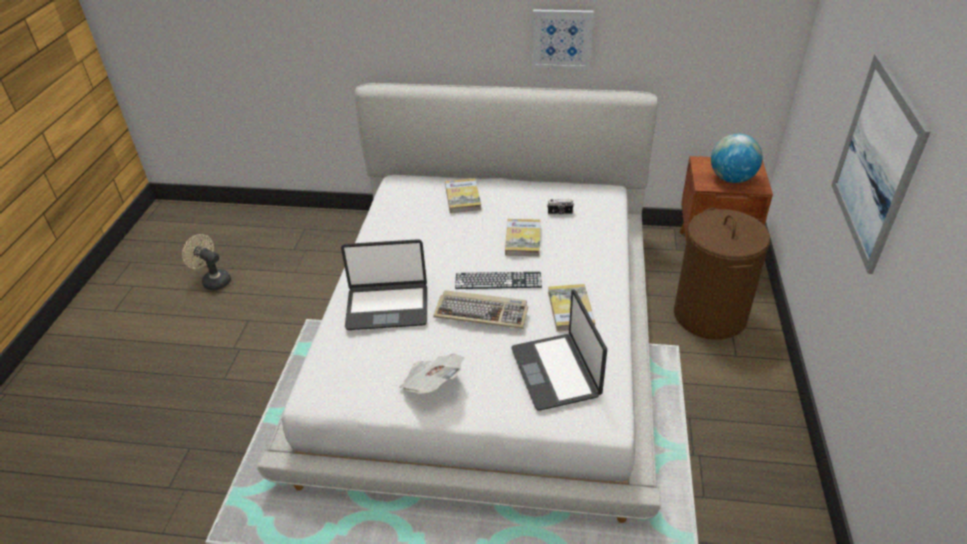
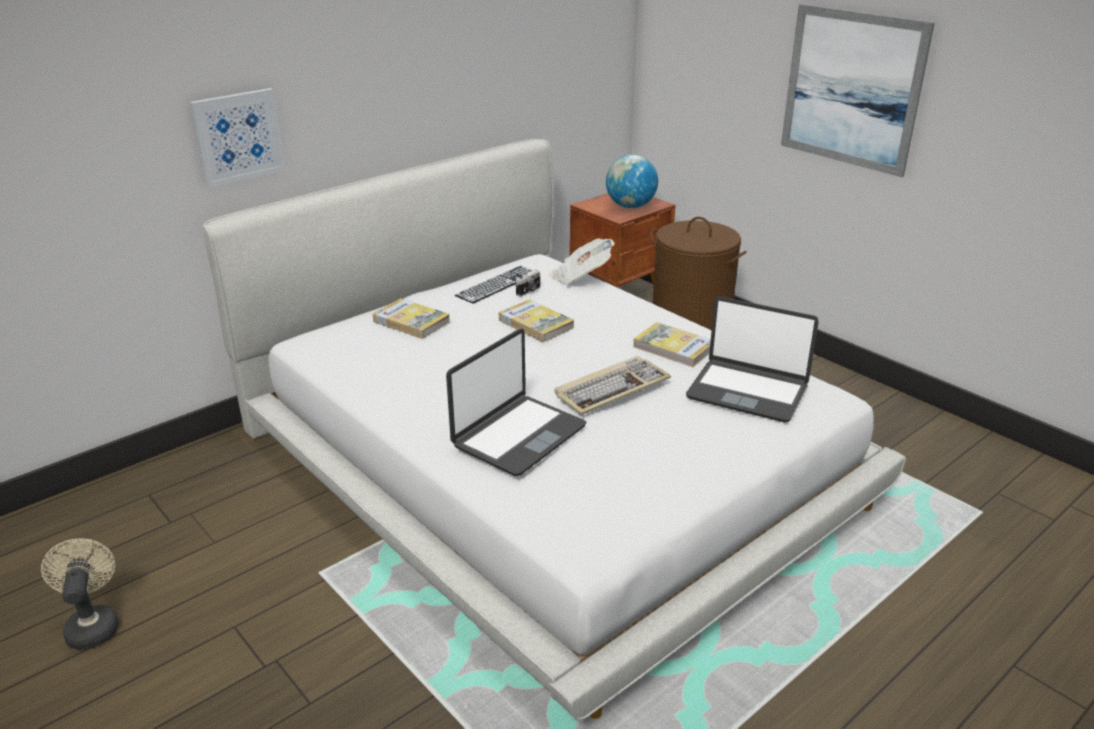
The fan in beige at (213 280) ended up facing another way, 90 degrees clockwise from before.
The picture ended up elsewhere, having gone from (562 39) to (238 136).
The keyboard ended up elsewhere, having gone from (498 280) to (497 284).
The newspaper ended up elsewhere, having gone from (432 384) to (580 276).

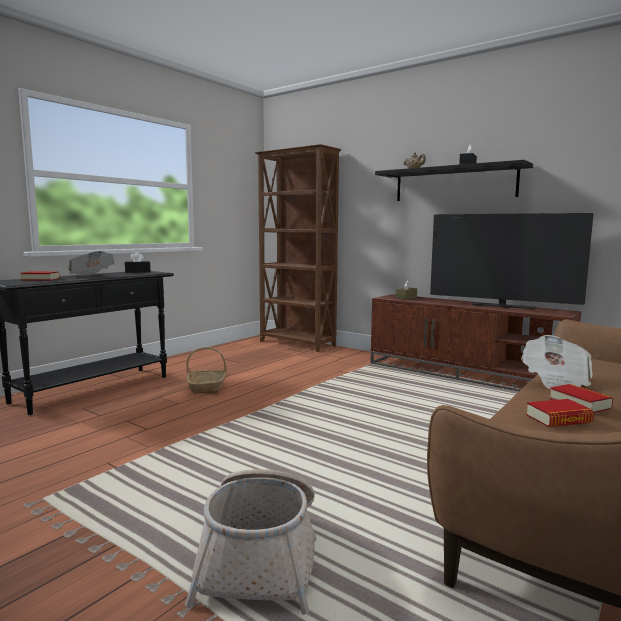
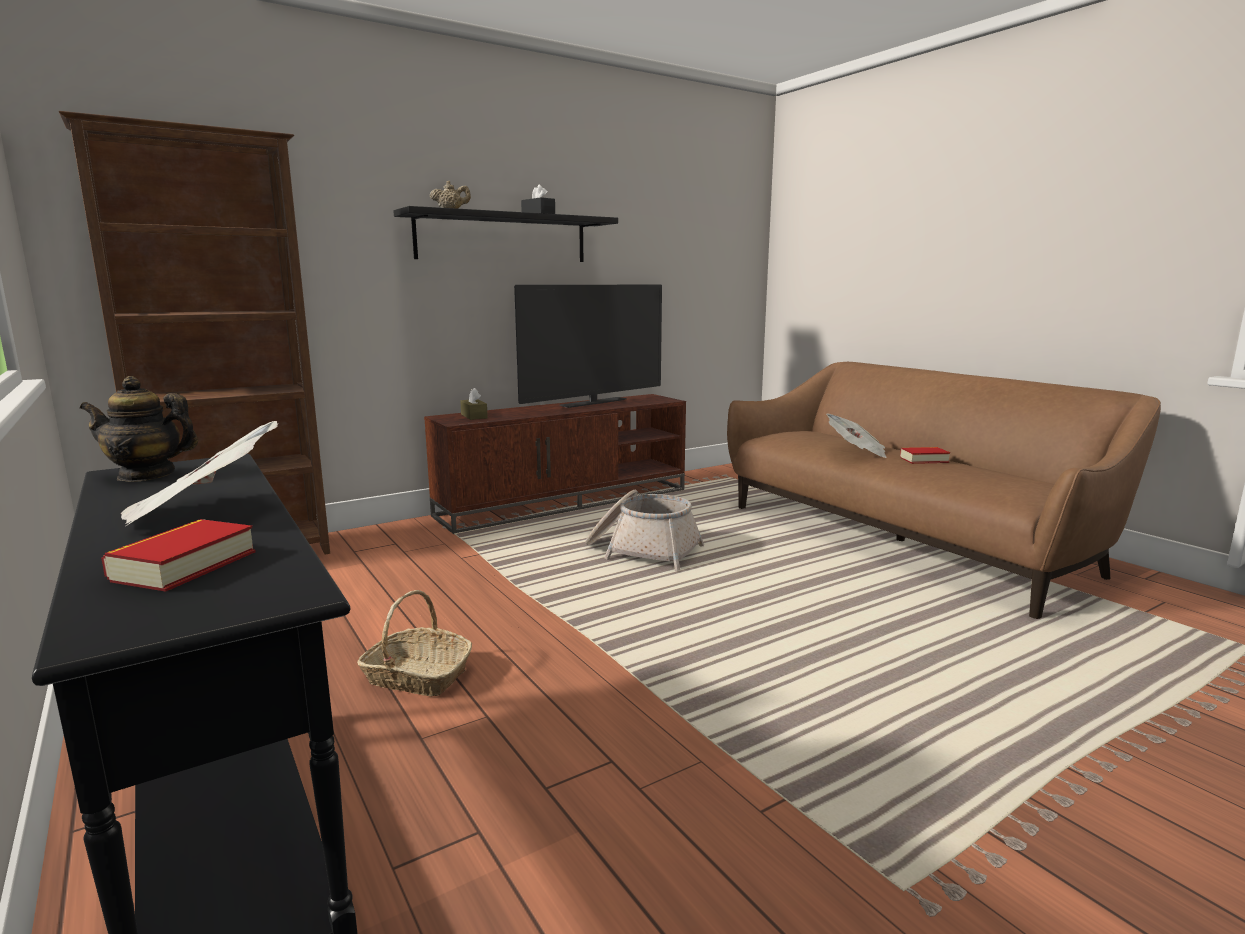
Where the tissue box in black stood at (137 272), the teapot came to stand at (147 475).
The basket ended up elsewhere, having gone from (261 556) to (642 550).
The second view lost the book at (558 419).

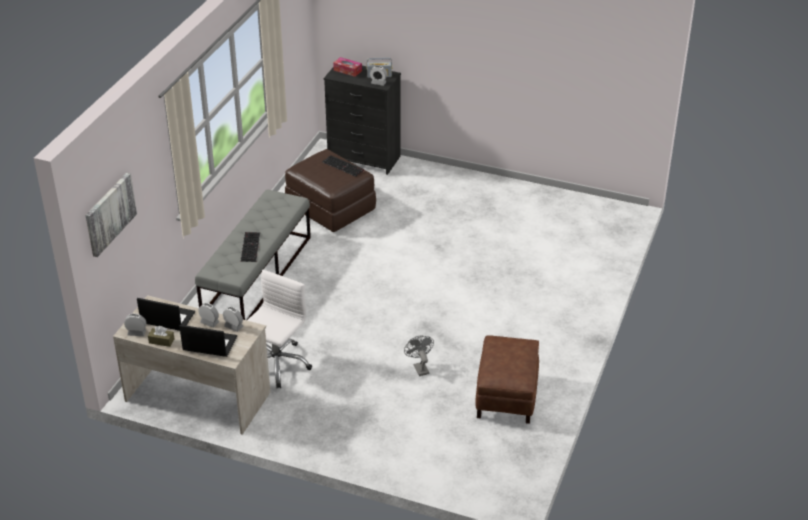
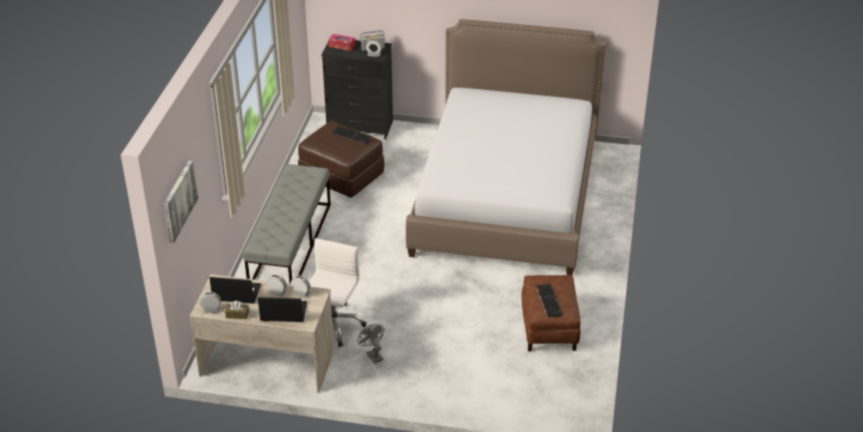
The fan in grey ended up elsewhere, having gone from (419 367) to (373 355).
The second view gained the bed at (506 197).
The keyboard ended up elsewhere, having gone from (249 246) to (548 300).

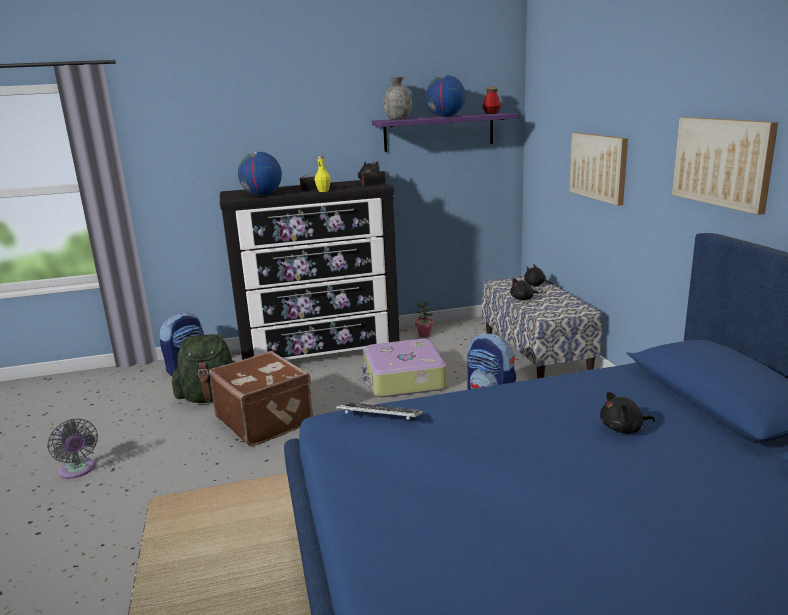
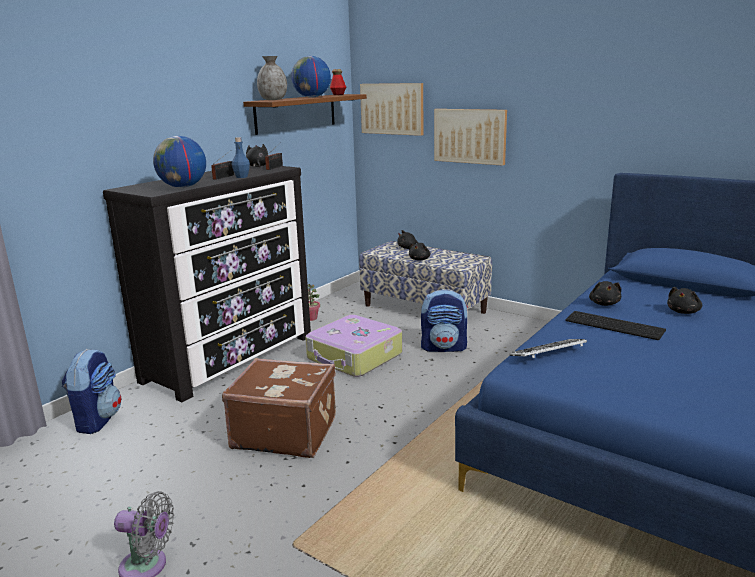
What was the bottle in yellow at (323 191) turned into the bottle in blue at (241 177).
What was the shelf in purple at (439 132) turned into the shelf in brown at (296 113).
The picture ended up elsewhere, having gone from (722 162) to (392 108).
The second view gained the keyboard at (615 325).
The second view gained the plush toy in black at (604 303).
The second view lost the backpack in green at (211 397).

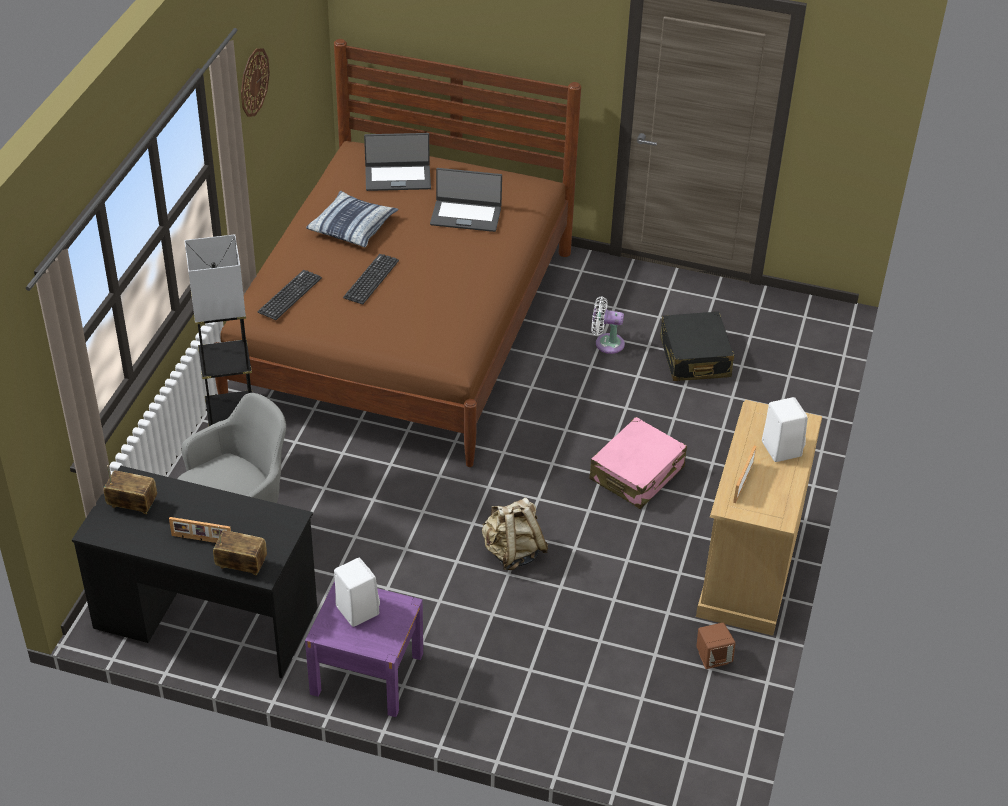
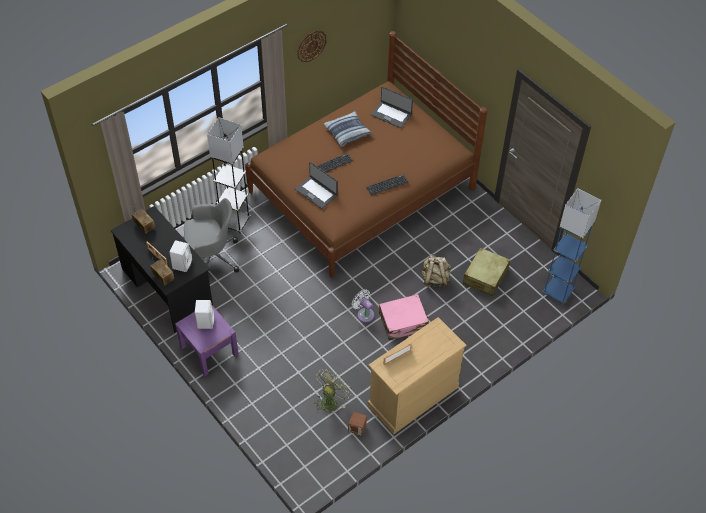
The speaker in white ended up elsewhere, having gone from (780 448) to (182 263).
The laptop ended up elsewhere, having gone from (466 215) to (316 192).
The second view gained the fan in green at (330 400).
The fan in white ended up elsewhere, having gone from (606 343) to (364 313).
The keyboard ended up elsewhere, having gone from (290 295) to (387 185).
The backpack in beige ended up elsewhere, having gone from (513 553) to (435 279).
What was the suitcase in black at (694 358) turned into the suitcase in beige at (485 277).
The second view gained the floor lamp in blue at (558 292).

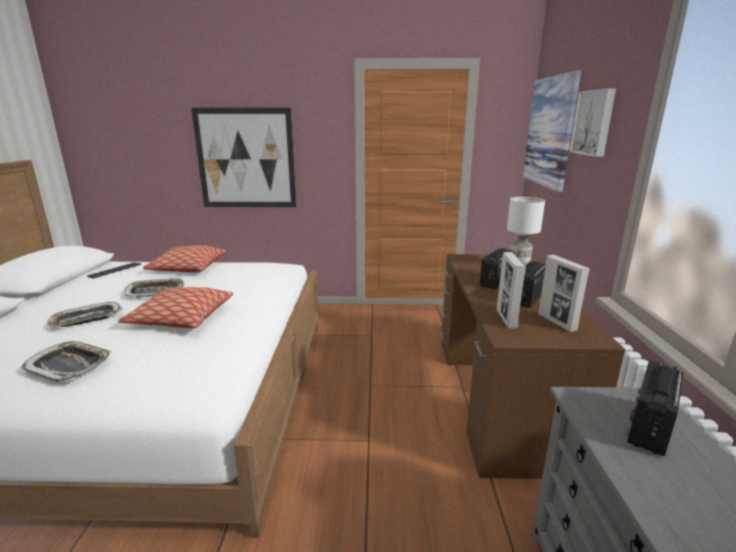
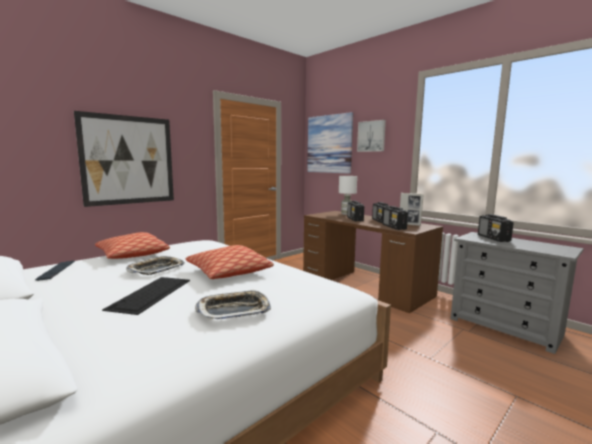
Where the tray stood at (86 319), the keyboard came to stand at (150 294).
Where the picture frame stood at (506 319), the radio came to stand at (394 227).

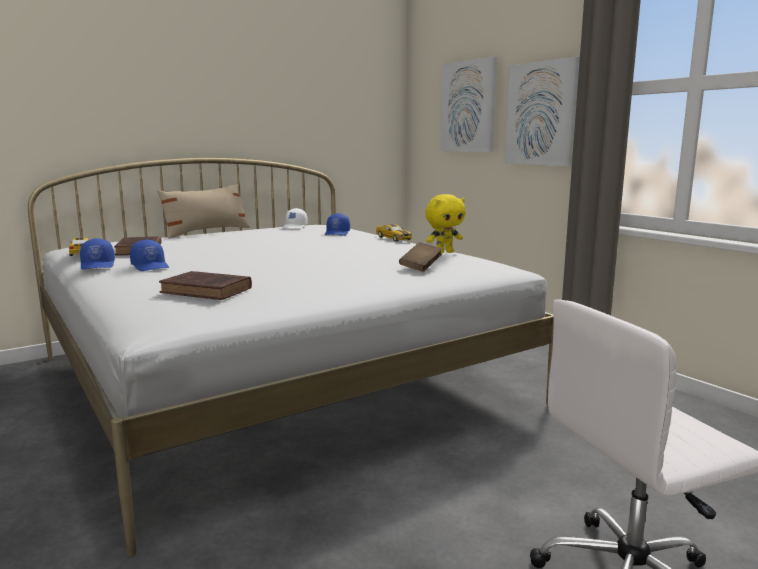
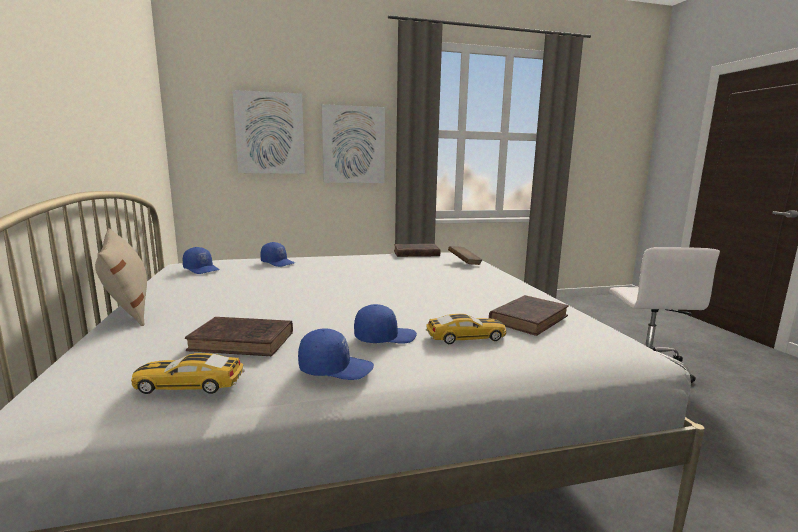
What was the cap in white at (295 227) turned into the cap in blue at (202 269).
Where the plush toy in yellow stood at (444 252), the book in brown came to stand at (415 253).
The toy car ended up elsewhere, having gone from (394 238) to (466 337).

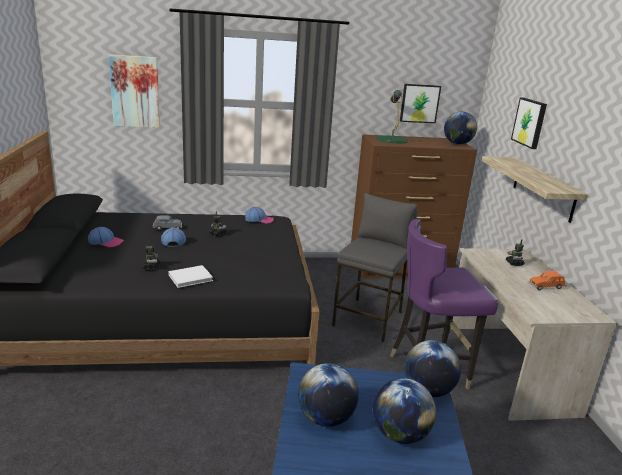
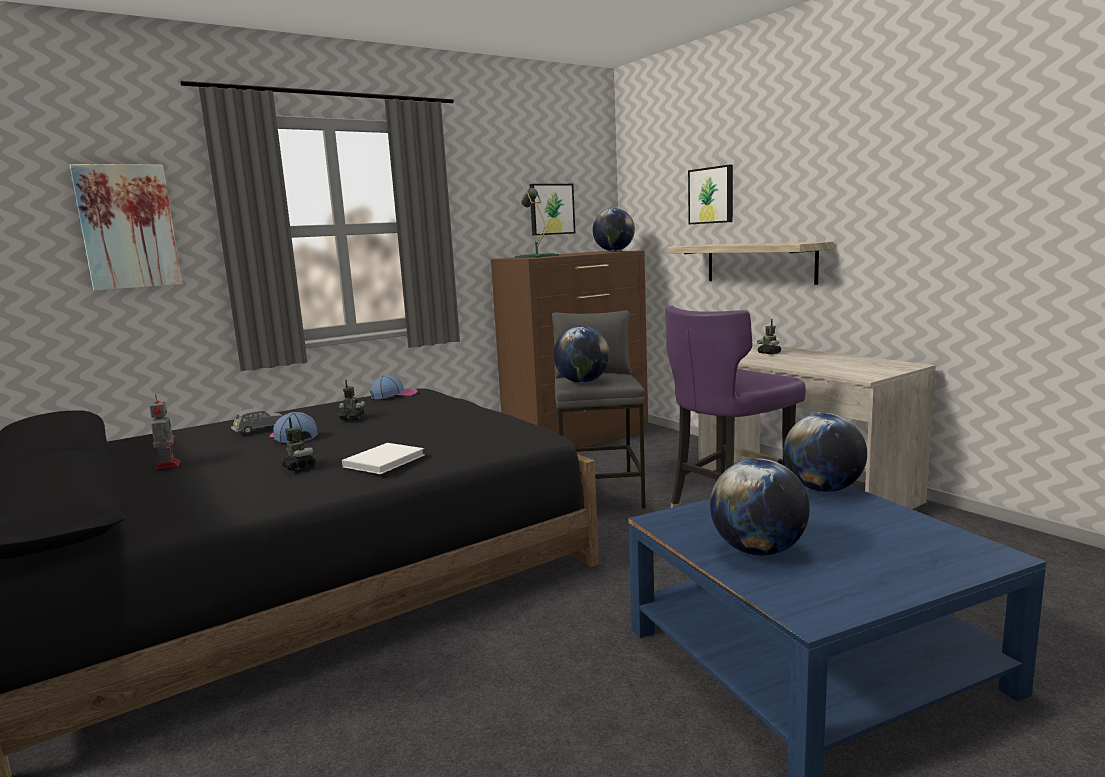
Where the cap stood at (106 242), the toy robot came to stand at (168 465).
The globe ended up elsewhere, having gone from (400 434) to (582 382).
The second view lost the toy car in orange at (546 287).

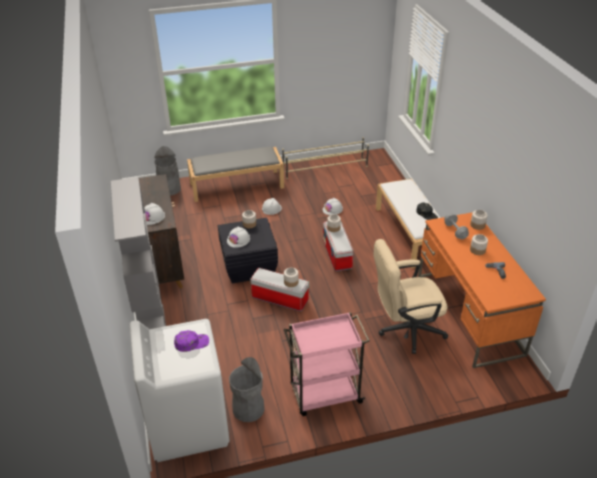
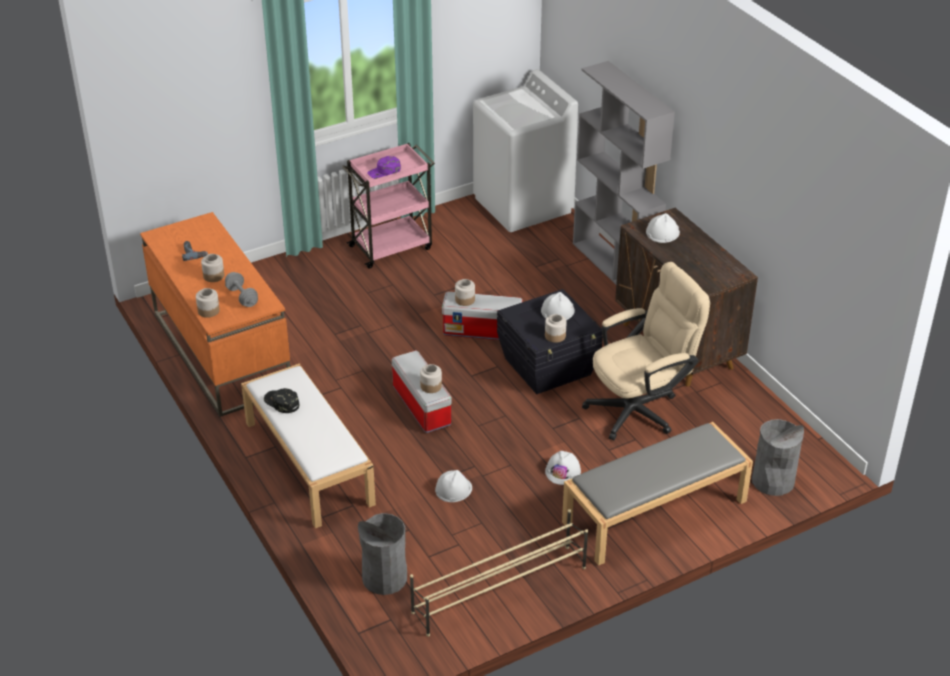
The trash can in grey ended up elsewhere, having gone from (248 408) to (384 577).
The cap in purple ended up elsewhere, having gone from (192 342) to (384 171).
The office chair in beige ended up elsewhere, having gone from (405 330) to (641 408).

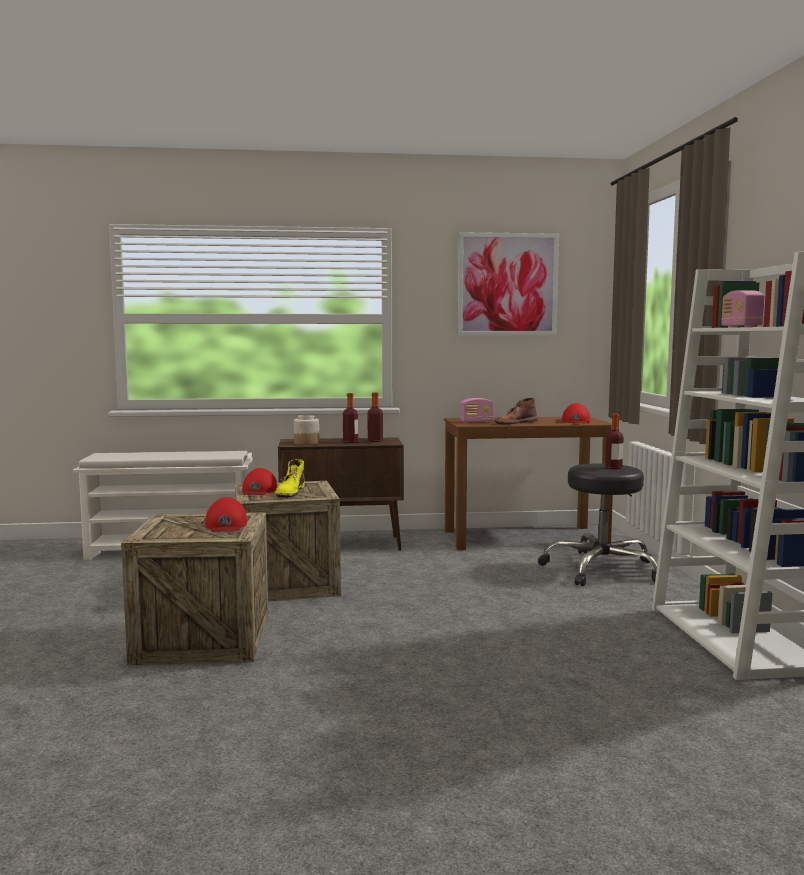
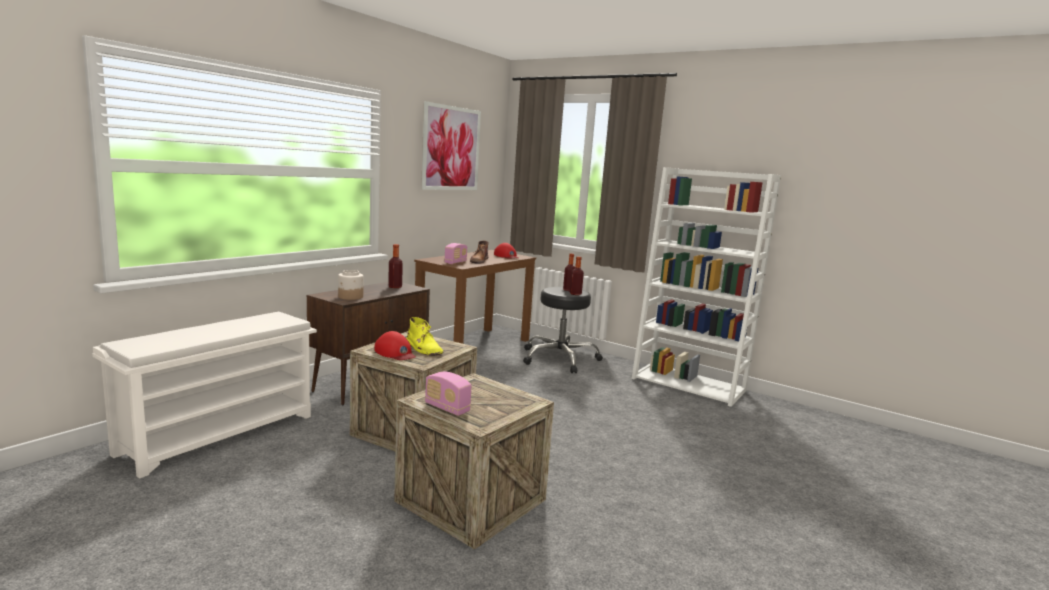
The radio ended up elsewhere, having gone from (741 327) to (447 408).
The bottle ended up elsewhere, having gone from (350 442) to (575 294).
The second view lost the cap in red at (226 525).

